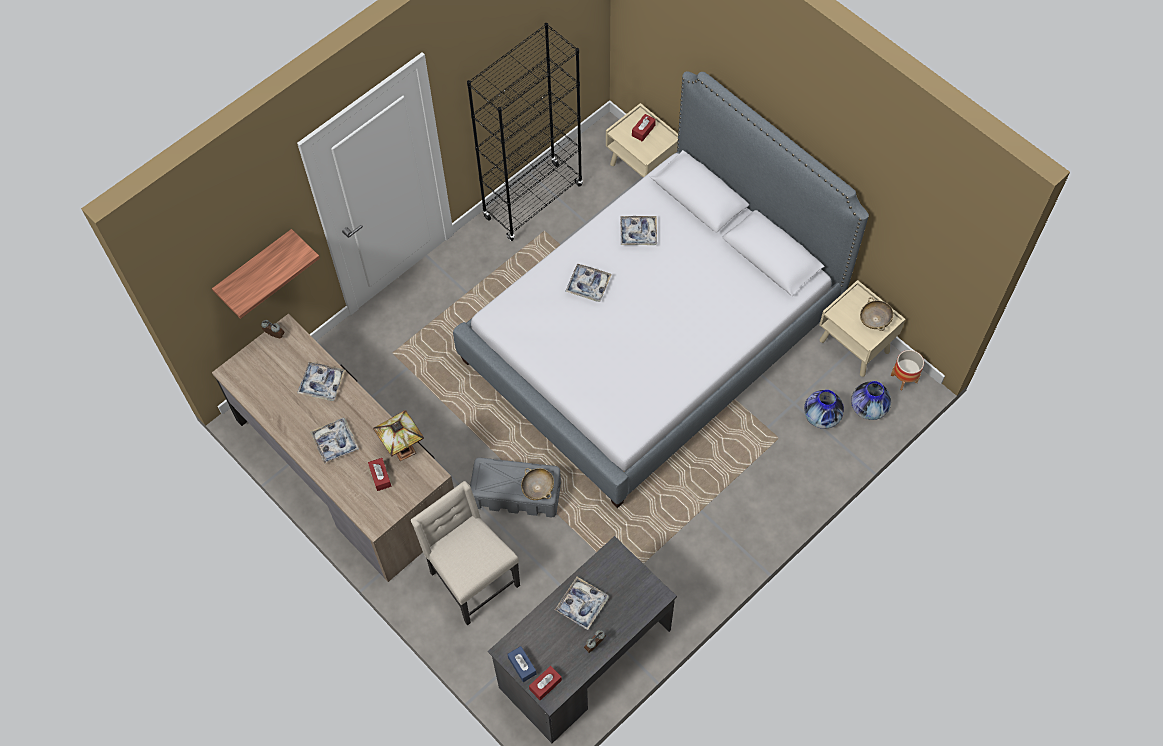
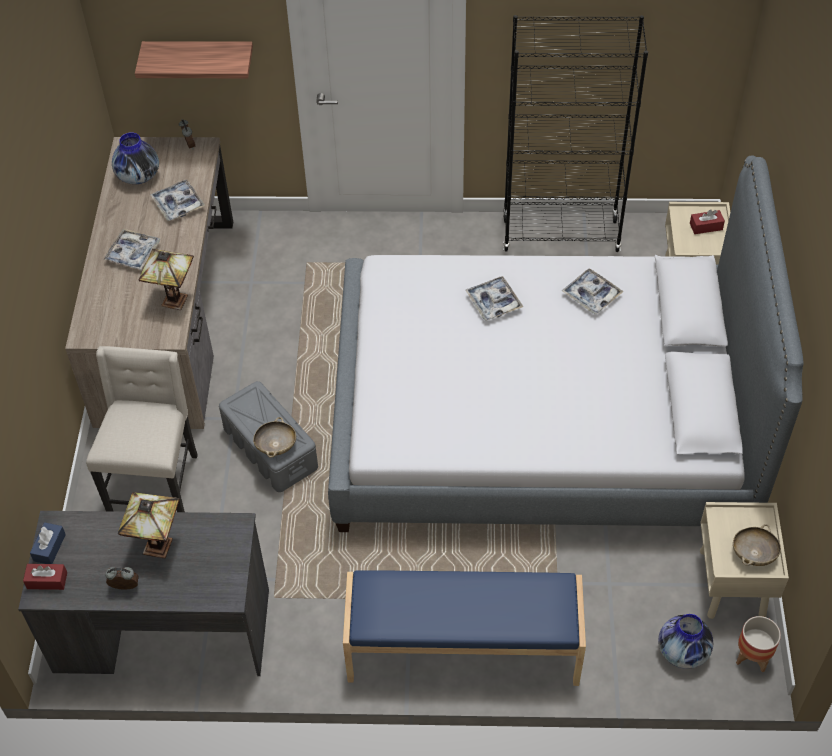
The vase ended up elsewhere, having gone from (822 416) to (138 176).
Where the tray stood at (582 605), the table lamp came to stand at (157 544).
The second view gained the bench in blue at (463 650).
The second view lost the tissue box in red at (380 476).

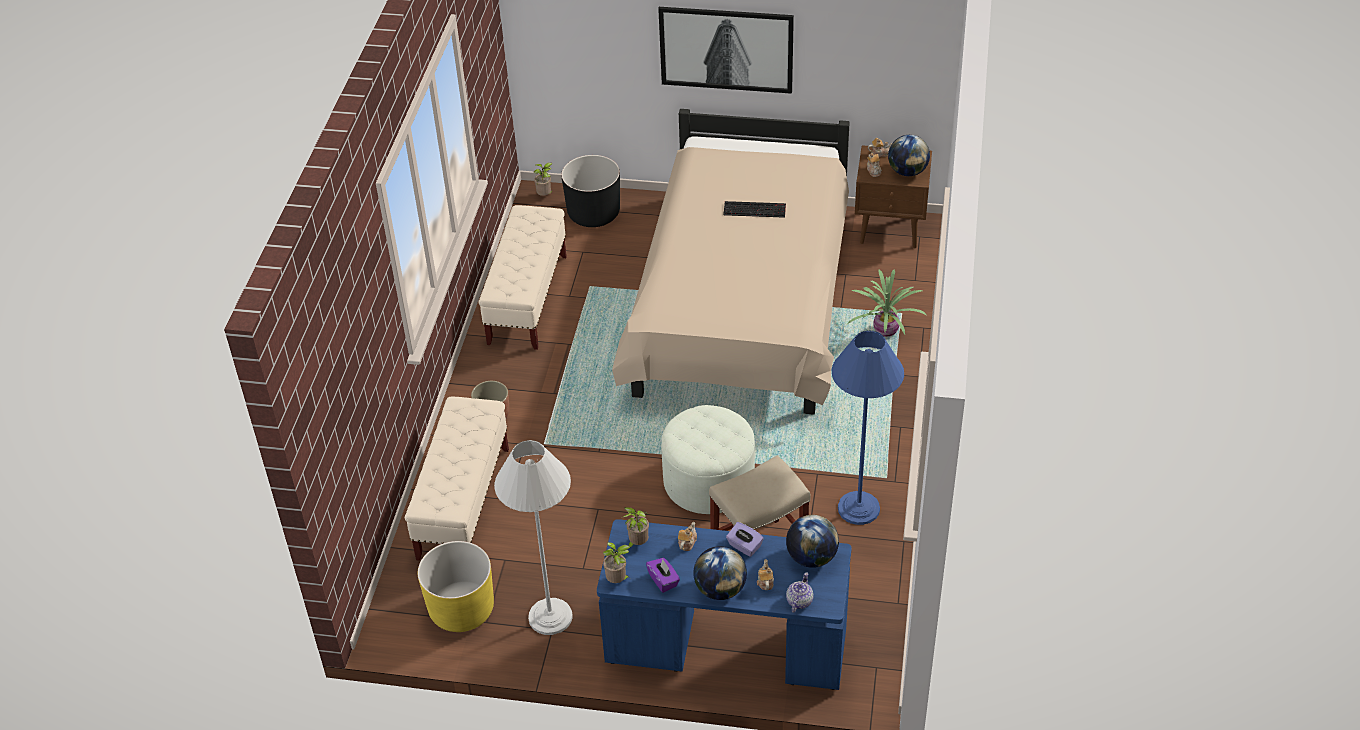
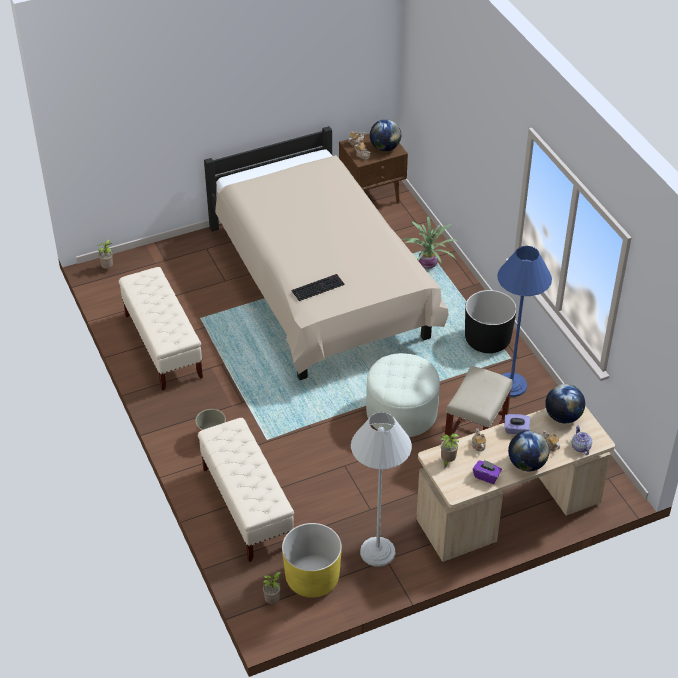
The potted plant ended up elsewhere, having gone from (617 581) to (273 601).
The keyboard ended up elsewhere, having gone from (755 209) to (318 287).
What was the desk in blue at (726 647) turned into the desk in beige at (508 513).
The planter in black ended up elsewhere, having gone from (593 213) to (487 339).
The second view lost the picture at (726 49).

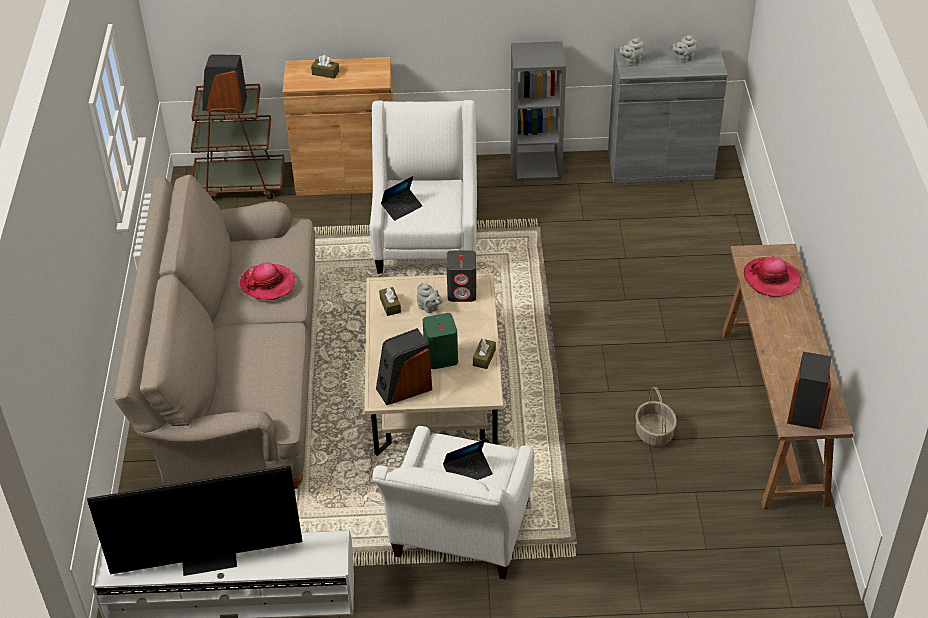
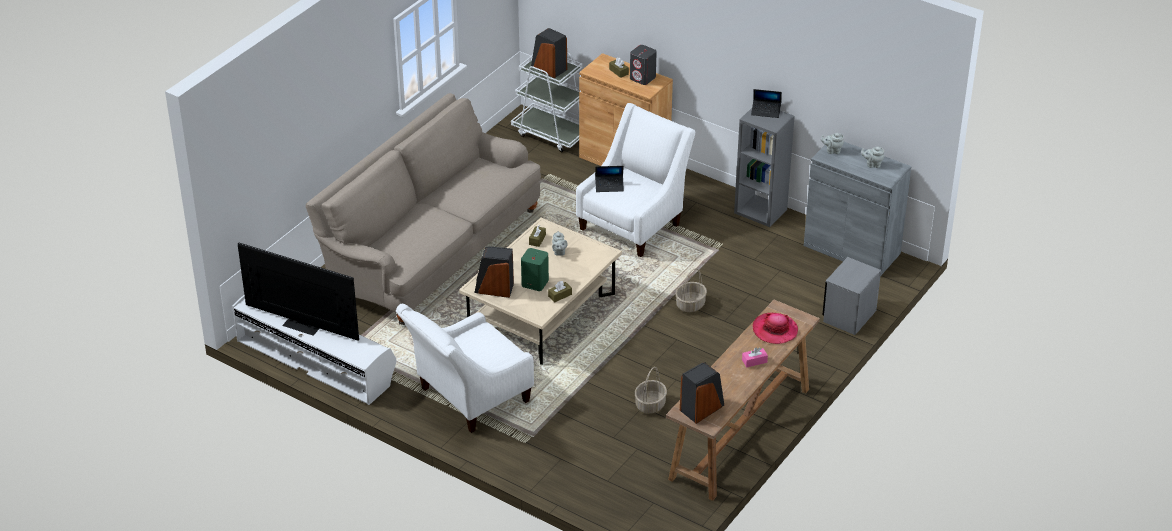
What was the cart in brown at (240 184) turned into the cart in white at (551 134).
The speaker in grey ended up elsewhere, having gone from (462 292) to (643 78).
The second view gained the basket at (690 305).
The second view gained the tissue box in pink at (754 361).
The laptop ended up elsewhere, having gone from (468 472) to (766 111).
The second view gained the nightstand in grey at (849 316).
The second view lost the hat at (268 284).

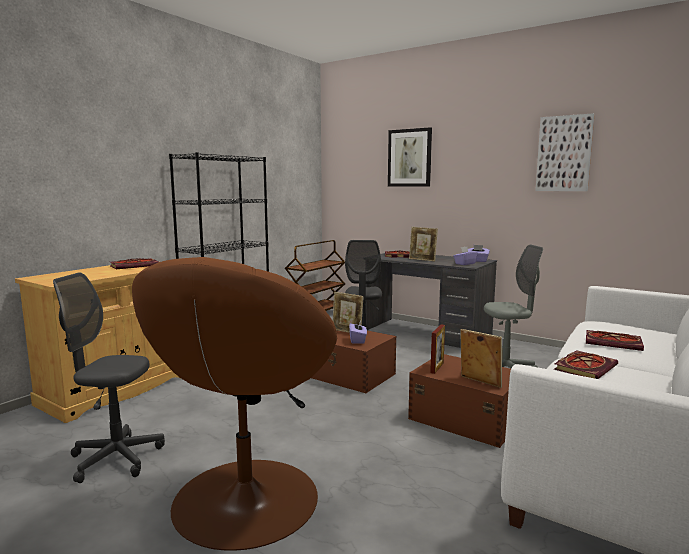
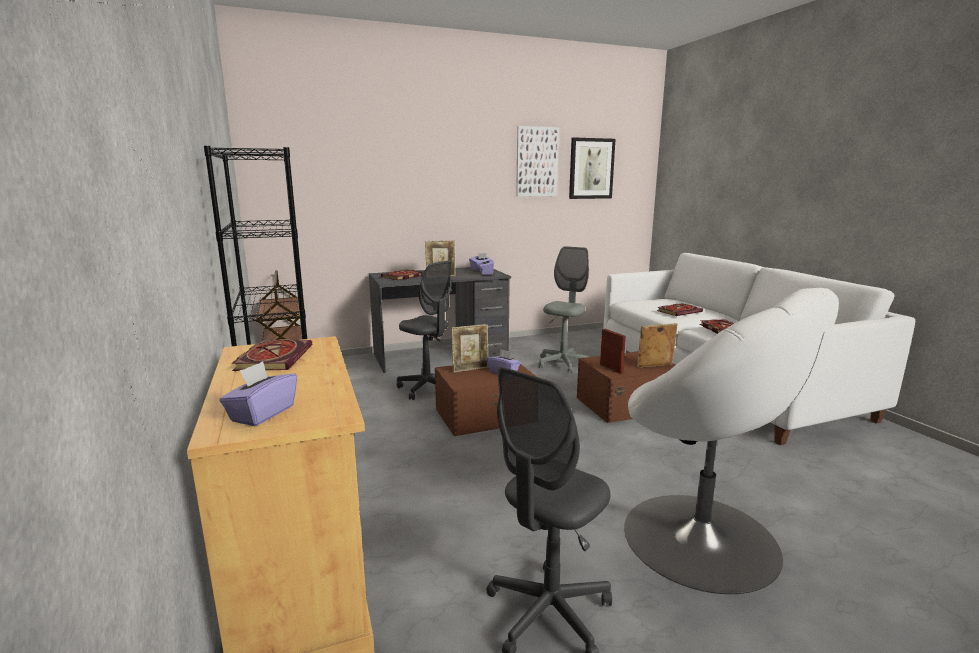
The second view gained the tissue box in purple at (262 414).
The picture ended up elsewhere, having gone from (409 158) to (591 168).
What was the armchair in brown at (244 501) turned into the armchair in white at (702 540).

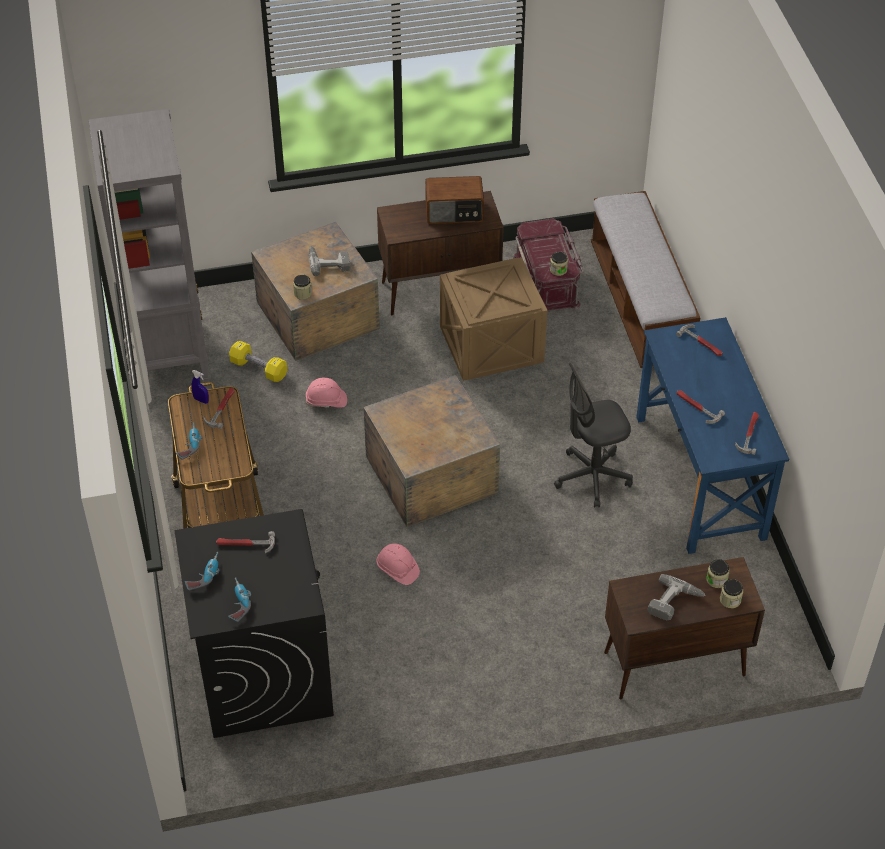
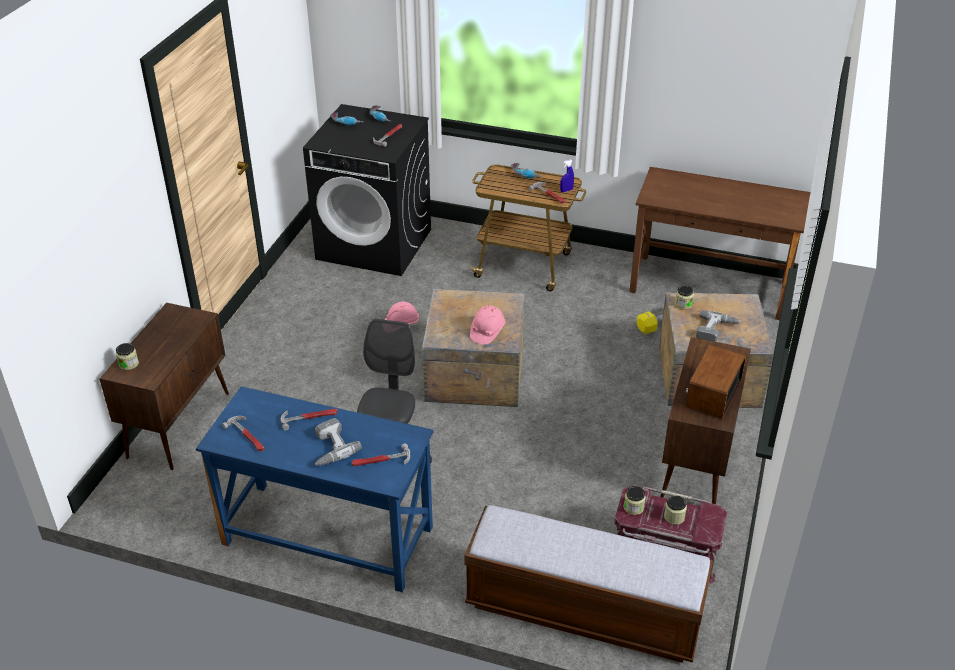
The power drill ended up elsewhere, having gone from (675 603) to (329 448).
The hard hat in pink ended up elsewhere, having gone from (326 401) to (487 332).
Where the bookcase in grey stood at (169 354), the desk in brown came to stand at (709 286).
The jar ended up elsewhere, having gone from (716 580) to (674 517).
The second view lost the crate at (490 346).

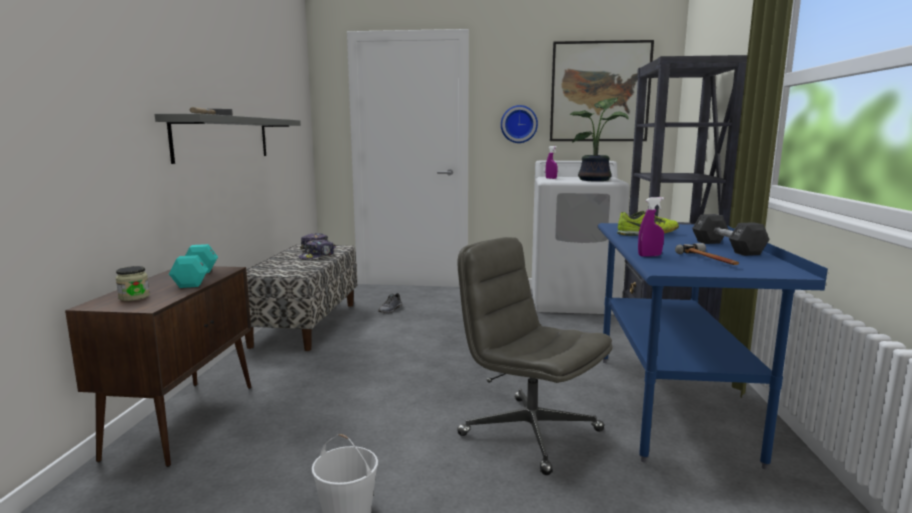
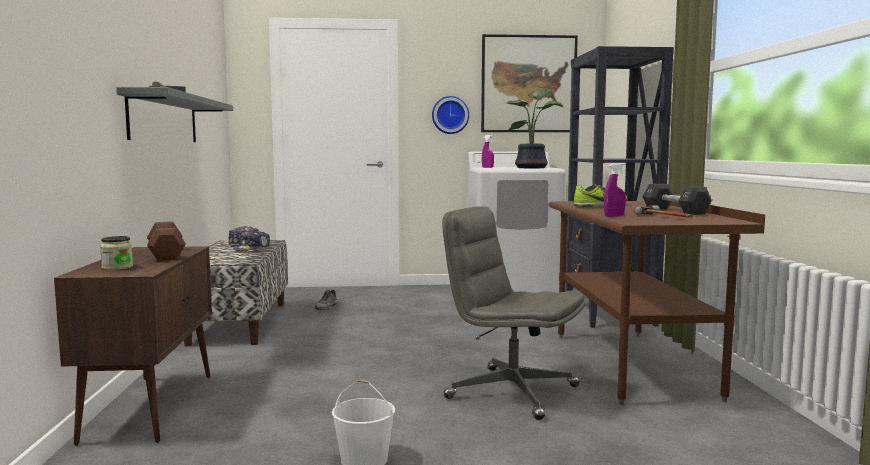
What was the dumbbell in turquoise at (196 278) turned into the dumbbell in brown at (166 254).
What was the desk in blue at (670 405) turned into the desk in brown at (631 365).

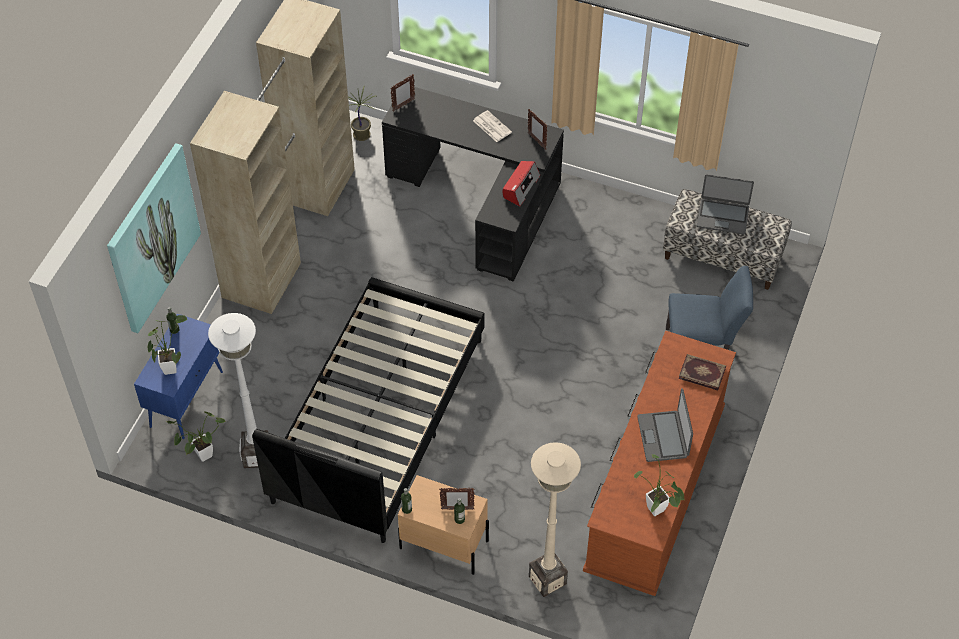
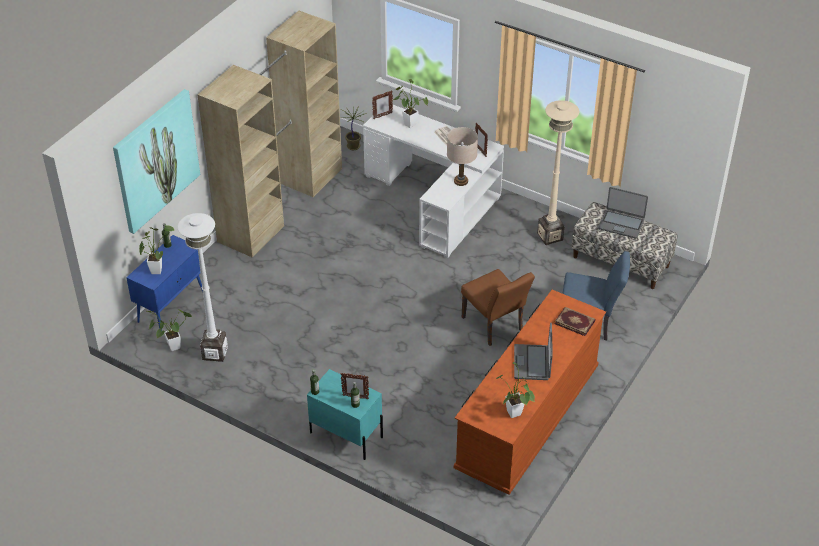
What was the nightstand in beige at (443 544) turned into the nightstand in turquoise at (346 434).
What was the desk in black at (482 199) turned into the desk in white at (436 200).
The second view gained the potted plant at (408 123).
Where the radio stood at (520 187), the table lamp in beige came to stand at (461 181).
The second view gained the chair in brown at (495 327).
The floor lamp in beige ended up elsewhere, having gone from (547 580) to (550 236).
The second view lost the bed in black at (378 419).

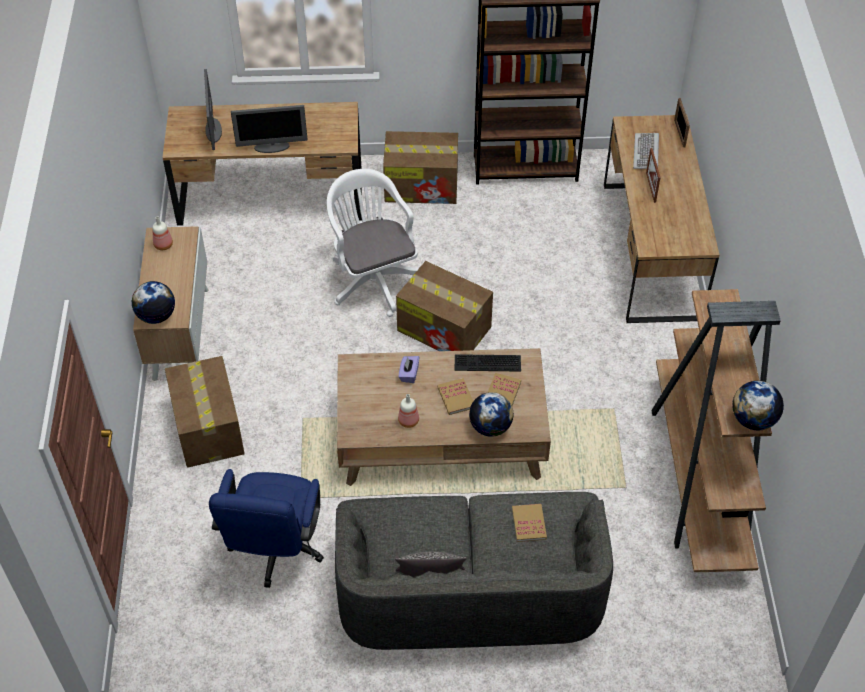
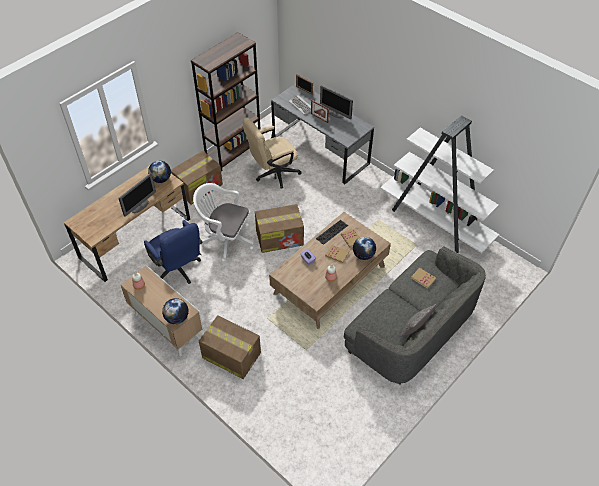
The office chair in blue ended up elsewhere, having gone from (275 551) to (178 270).
The globe ended up elsewhere, having gone from (752 419) to (161 179).
The second view gained the office chair in beige at (273 174).
What was the desk in brown at (650 250) turned into the desk in grey at (320 150).
The monitor ended up elsewhere, having gone from (213 131) to (335 114).
What was the bookcase in brown at (699 478) turned into the bookcase in white at (435 221).

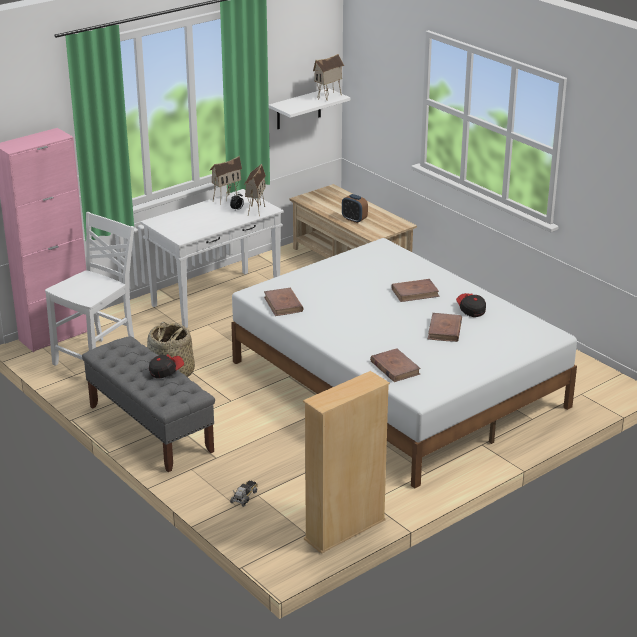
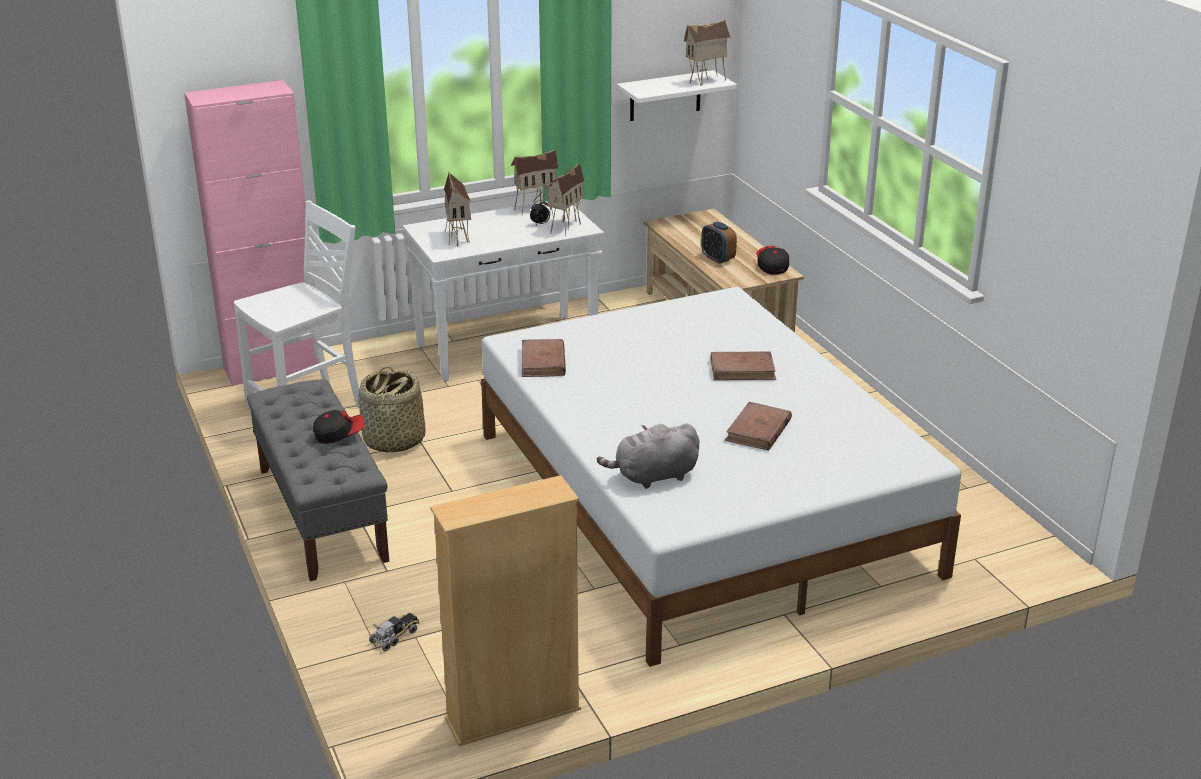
The second view gained the toy house at (459 238).
Where the book in brown stood at (395 368), the plush toy in grey came to stand at (653 477).
The cap ended up elsewhere, having gone from (470 310) to (771 266).

